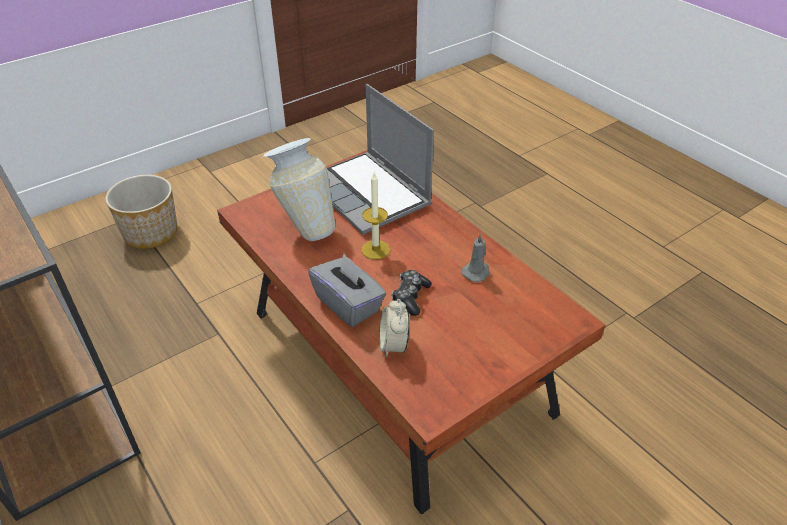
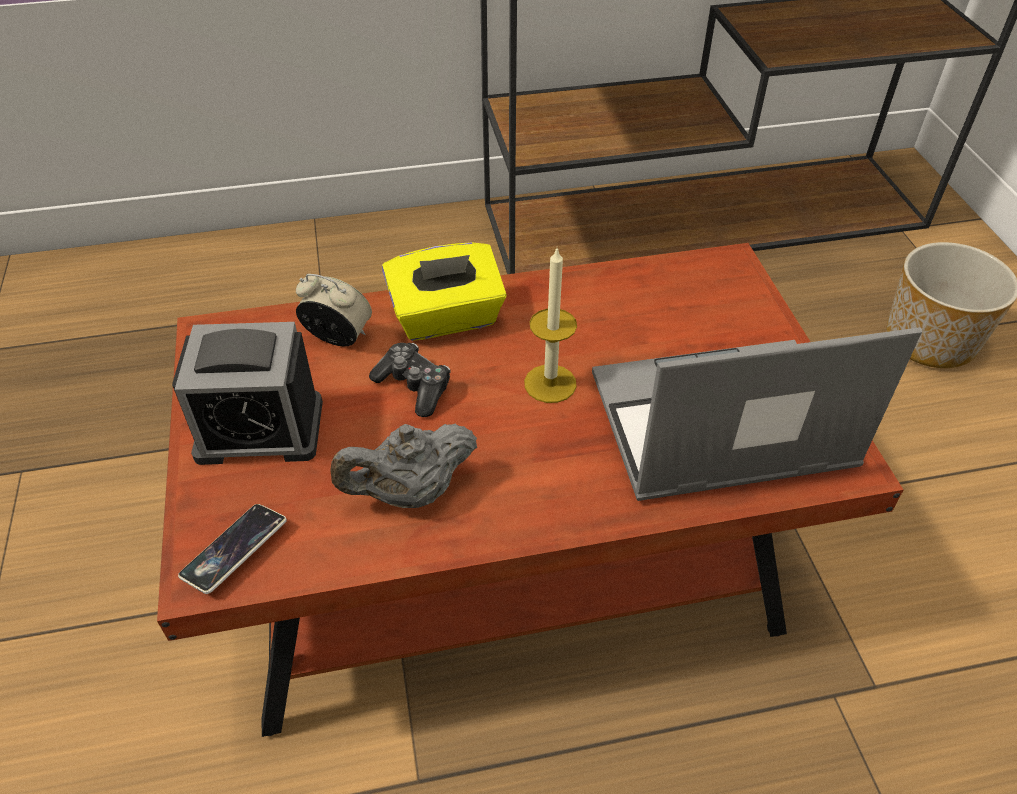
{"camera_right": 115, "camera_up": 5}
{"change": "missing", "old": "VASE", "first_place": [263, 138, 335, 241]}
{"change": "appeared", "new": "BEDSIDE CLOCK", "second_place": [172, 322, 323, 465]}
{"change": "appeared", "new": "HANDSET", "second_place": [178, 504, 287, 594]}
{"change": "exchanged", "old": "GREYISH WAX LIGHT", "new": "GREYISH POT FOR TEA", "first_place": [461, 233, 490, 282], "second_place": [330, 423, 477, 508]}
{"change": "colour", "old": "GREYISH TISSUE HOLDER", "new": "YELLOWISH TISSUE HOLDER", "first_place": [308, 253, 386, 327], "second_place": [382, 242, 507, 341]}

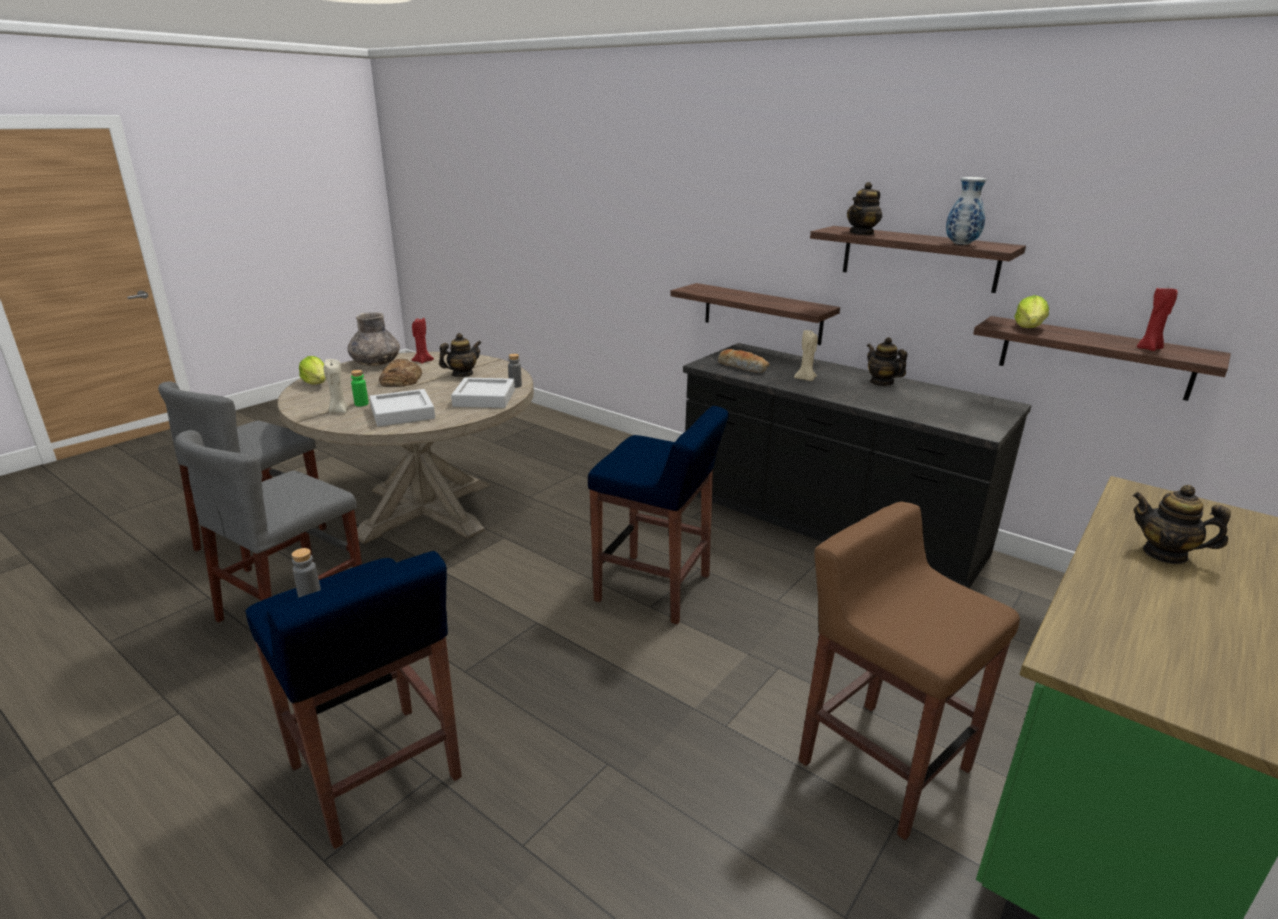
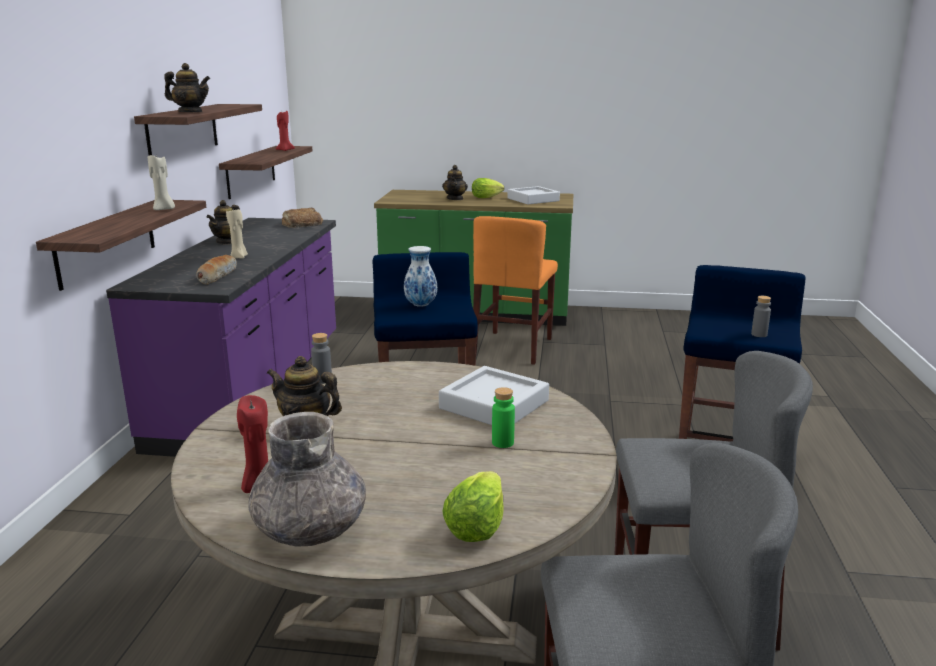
{"camera_right": -120, "camera_up": -5}
{"change": "relocated", "old": "BEIGE-COLOURED WAX LIGHT", "first_place": [323, 359, 349, 414], "second_place": [148, 155, 175, 210]}
{"change": "relocated", "old": "BAKED BREAD", "first_place": [379, 359, 422, 387], "second_place": [282, 208, 323, 228]}
{"change": "relocated", "old": "GREYISH TRAY", "first_place": [451, 377, 515, 408], "second_place": [507, 186, 560, 204]}
{"change": "relocated", "old": "VASE", "first_place": [946, 177, 987, 245], "second_place": [404, 246, 437, 307]}
{"change": "relocated", "old": "LETTUCE HEAD", "first_place": [1014, 295, 1049, 328], "second_place": [472, 178, 504, 198]}
{"change": "exchanged", "old": "BROWN-COLOURED STOOL SEAT", "new": "ORANGEY CHAIR", "first_place": [798, 502, 1020, 840], "second_place": [473, 216, 558, 365]}
{"change": "colour", "old": "BLACK-COLOURED KITCHEN COUNTER", "new": "PURPLE-COLOURED KITCHEN COUNTER", "first_place": [683, 343, 1031, 588], "second_place": [106, 218, 336, 457]}

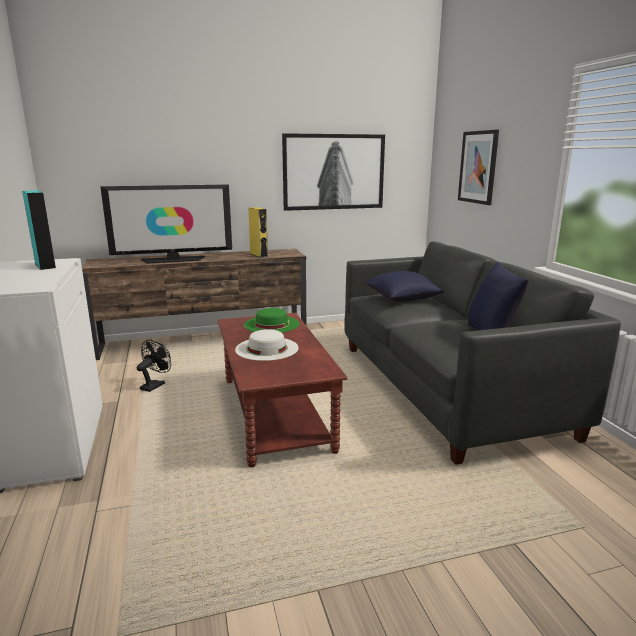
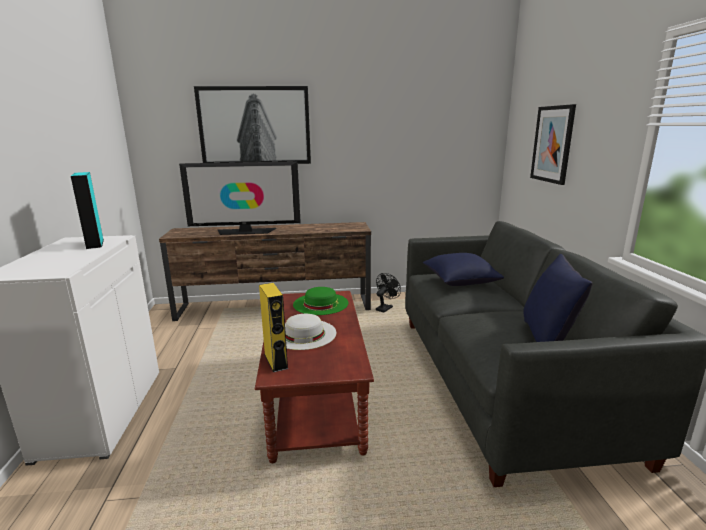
{"camera_right": 10, "camera_up": 0}
{"change": "relocated", "old": "BLACK-COLOURED FAN", "first_place": [137, 340, 171, 392], "second_place": [376, 273, 401, 313]}
{"change": "relocated", "old": "YELLOWISH LOUDSPEAKER", "first_place": [248, 207, 268, 258], "second_place": [259, 283, 288, 372]}
{"change": "relocated", "old": "WALL PICTURE", "first_place": [282, 133, 385, 211], "second_place": [194, 86, 311, 164]}

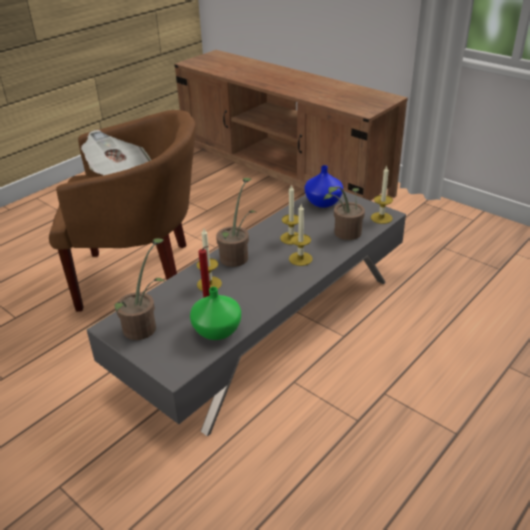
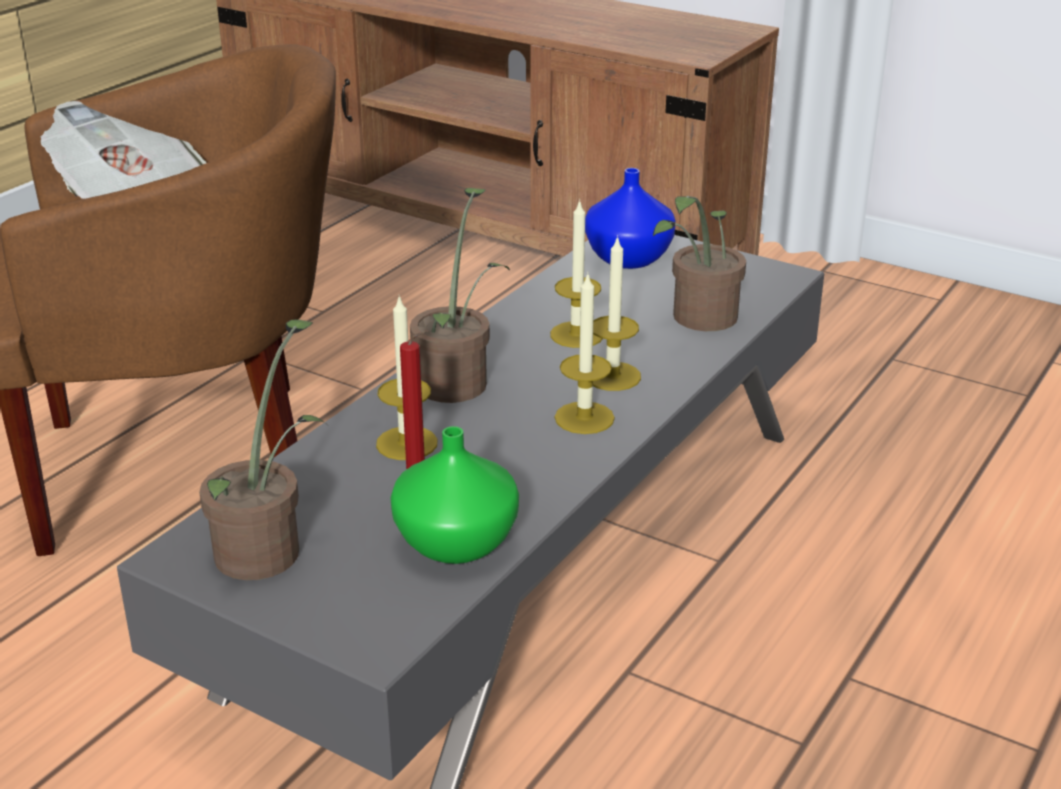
{"camera_right": -10, "camera_up": -5}
{"change": "relocated", "old": "WAX LIGHT", "first_place": [371, 166, 393, 224], "second_place": [555, 272, 615, 434]}

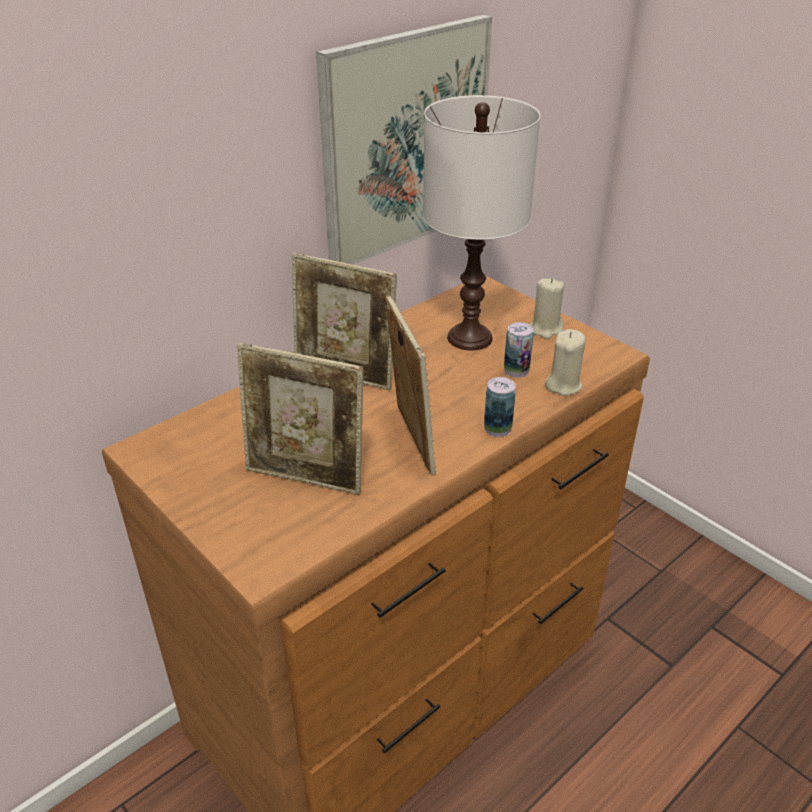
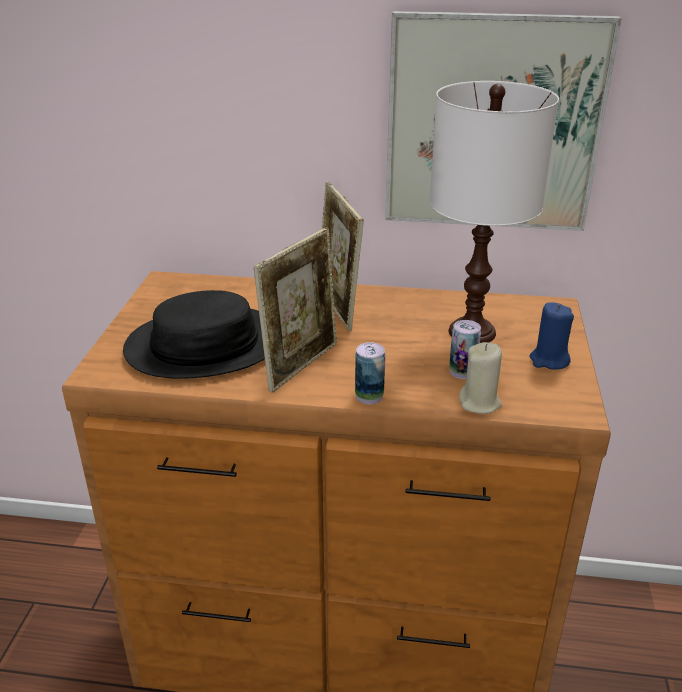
{"camera_right": 50, "camera_up": -5}
{"change": "exchanged", "old": "PHOTO FRAME", "new": "BLACK-COLOURED WEARABLE HAT", "first_place": [237, 343, 364, 495], "second_place": [123, 290, 265, 379]}
{"change": "colour", "old": "BEIGE-COLOURED WAX LIGHT", "new": "BLUE-COLOURED WAX LIGHT", "first_place": [530, 278, 564, 339], "second_place": [529, 302, 574, 370]}

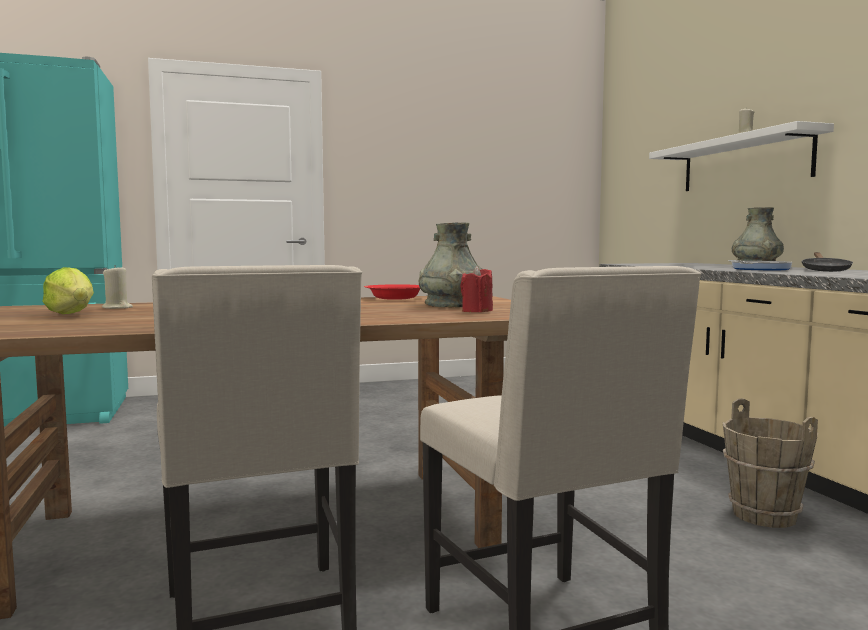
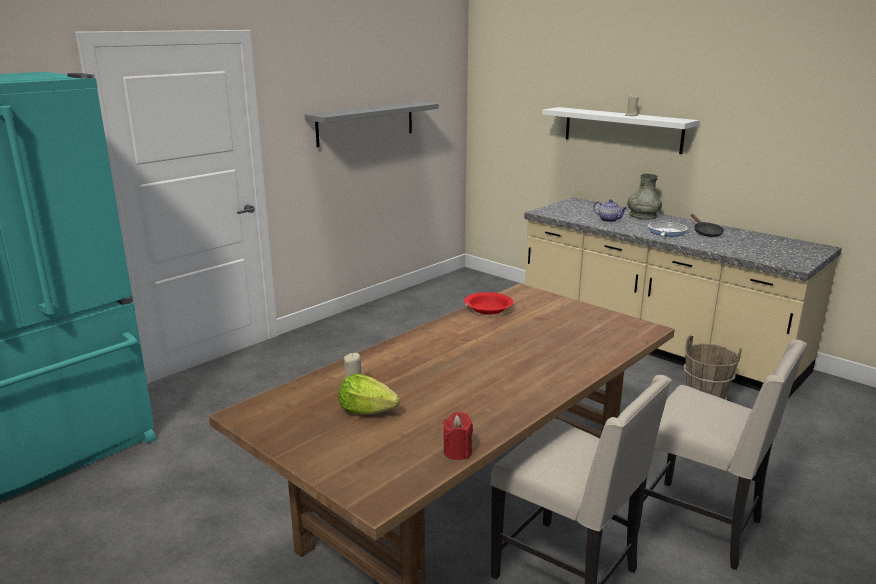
{"camera_right": -30, "camera_up": 15}
{"change": "missing", "old": "GREYISH VASE", "first_place": [419, 222, 482, 308]}
{"change": "appeared", "new": "GREYISH WALL SHELF", "second_place": [305, 102, 438, 148]}
{"change": "appeared", "new": "POT FOR TEA", "second_place": [593, 199, 627, 222]}
{"change": "relocated", "old": "REDDISH WAX LIGHT", "first_place": [460, 266, 493, 312], "second_place": [443, 412, 473, 460]}

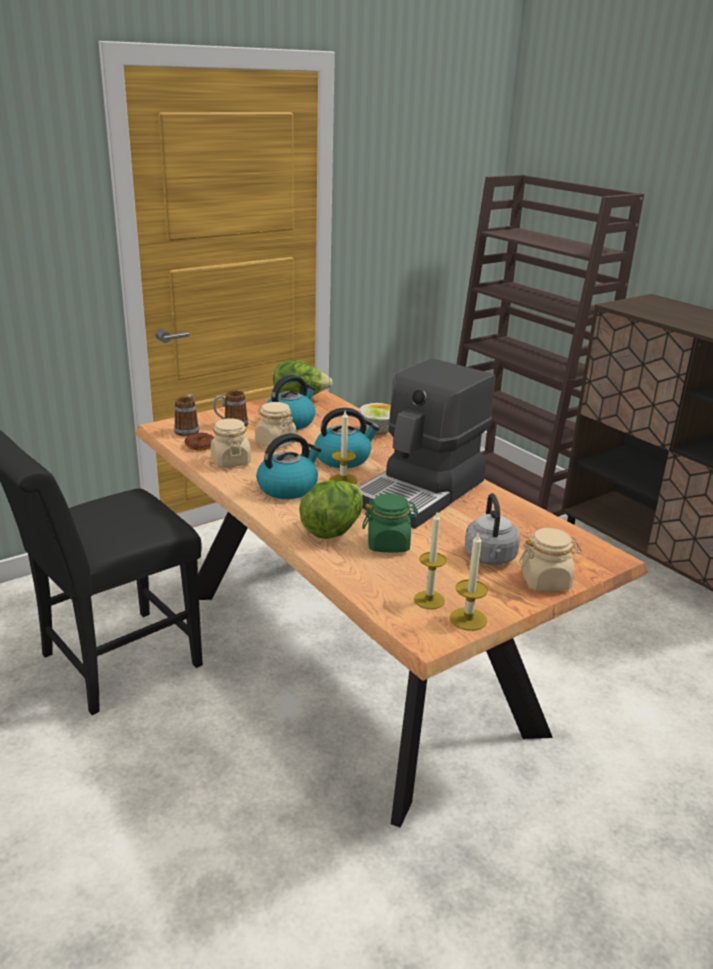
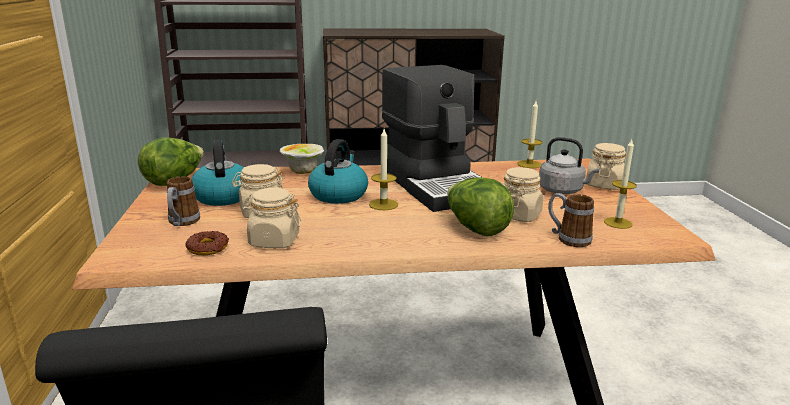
{"camera_right": -60, "camera_up": -5}
{"change": "missing", "old": "WATER KETTLE", "first_place": [256, 433, 321, 499]}
{"change": "relocated", "old": "COFFEE MUG", "first_place": [174, 394, 199, 437], "second_place": [548, 193, 594, 247]}
{"change": "relocated", "old": "WAX LIGHT", "first_place": [450, 533, 488, 631], "second_place": [517, 101, 543, 168]}
{"change": "colour", "old": "GREEN JAR", "new": "BEIGE-COLOURED JAR", "first_place": [363, 494, 419, 553], "second_place": [504, 167, 543, 222]}

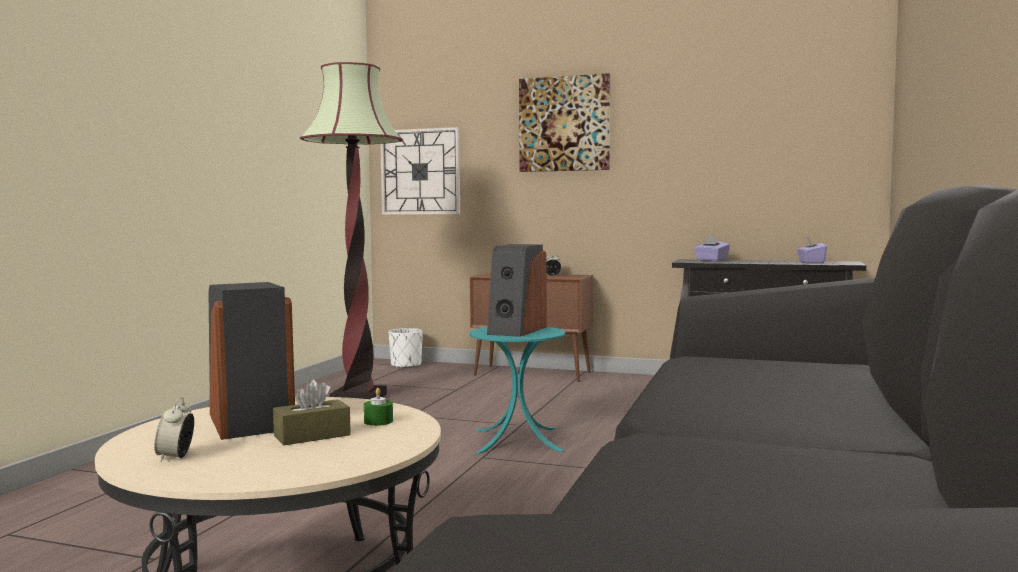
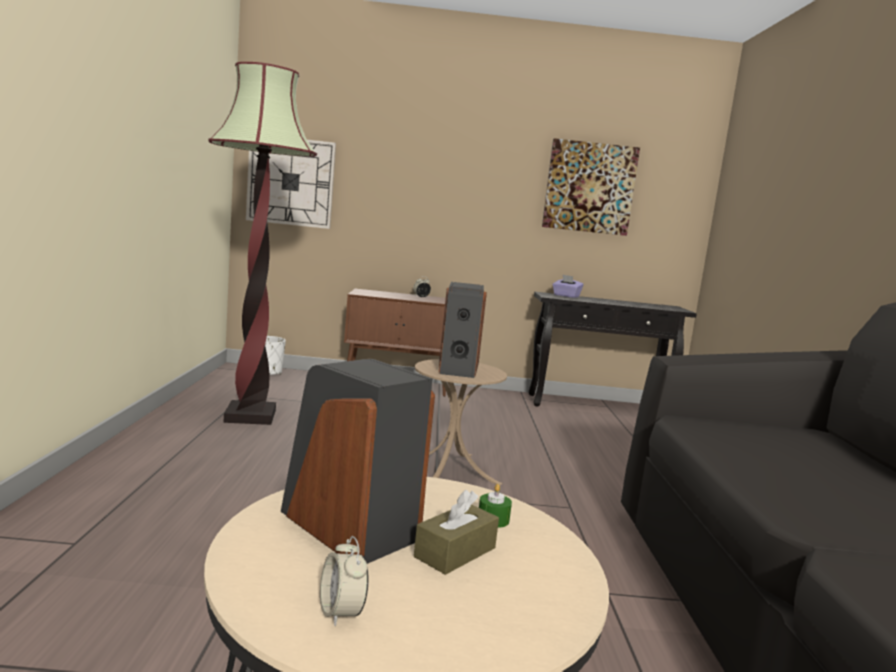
{"camera_right": -20, "camera_up": 5}
{"change": "missing", "old": "PURPLE-COLOURED TISSUE HOLDER", "first_place": [797, 238, 827, 264]}
{"change": "relocated", "old": "WALL PICTURE", "first_place": [519, 73, 610, 172], "second_place": [542, 138, 640, 236]}
{"change": "colour", "old": "TURQUOISE END TABLE", "new": "BEIGE-COLOURED END TABLE", "first_place": [470, 327, 565, 454], "second_place": [415, 359, 507, 485]}

